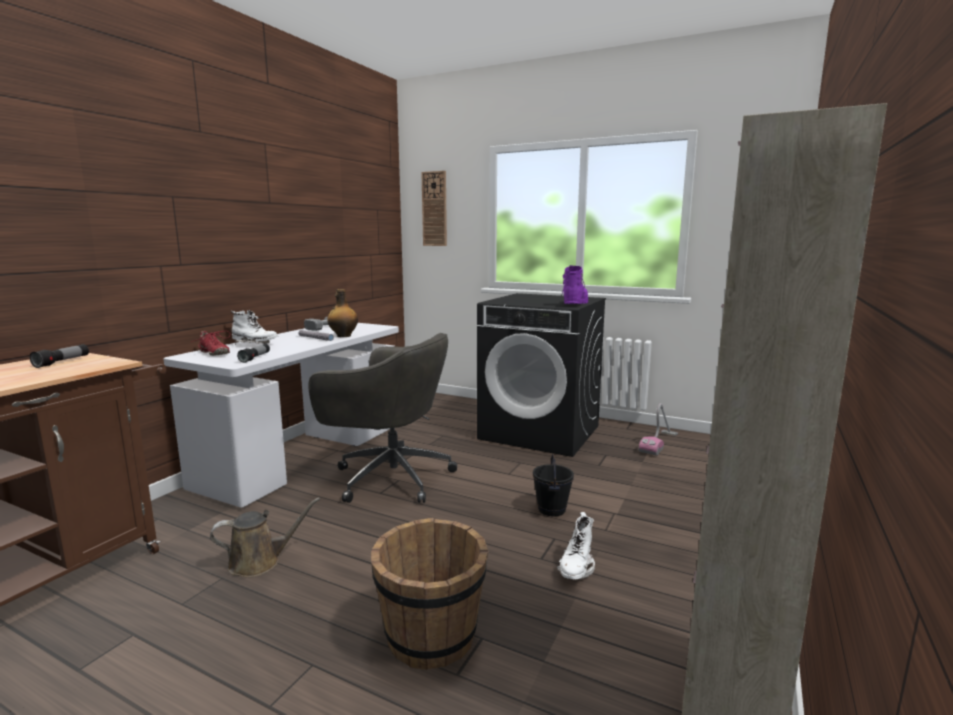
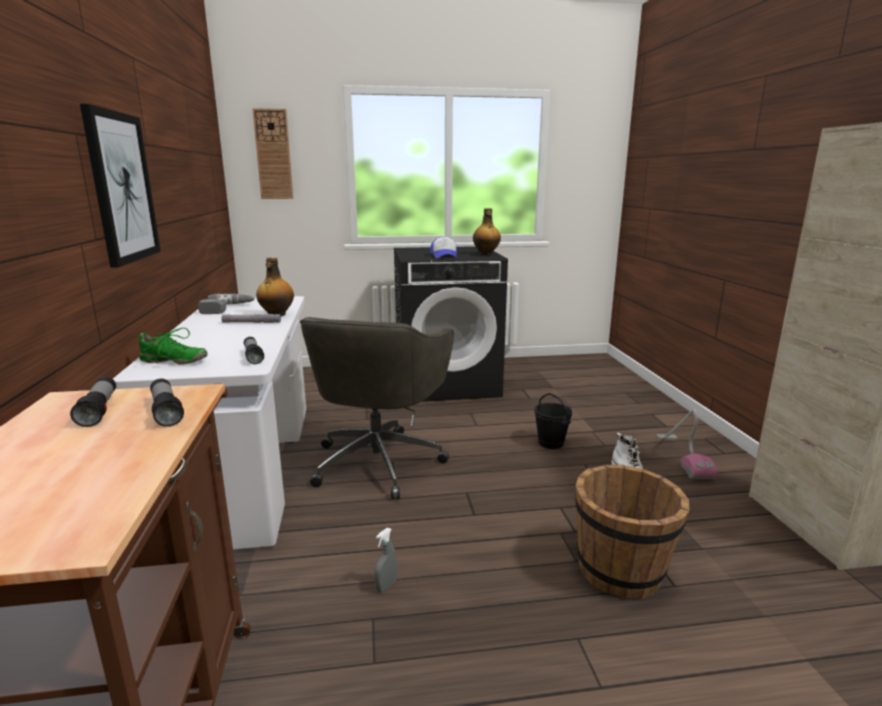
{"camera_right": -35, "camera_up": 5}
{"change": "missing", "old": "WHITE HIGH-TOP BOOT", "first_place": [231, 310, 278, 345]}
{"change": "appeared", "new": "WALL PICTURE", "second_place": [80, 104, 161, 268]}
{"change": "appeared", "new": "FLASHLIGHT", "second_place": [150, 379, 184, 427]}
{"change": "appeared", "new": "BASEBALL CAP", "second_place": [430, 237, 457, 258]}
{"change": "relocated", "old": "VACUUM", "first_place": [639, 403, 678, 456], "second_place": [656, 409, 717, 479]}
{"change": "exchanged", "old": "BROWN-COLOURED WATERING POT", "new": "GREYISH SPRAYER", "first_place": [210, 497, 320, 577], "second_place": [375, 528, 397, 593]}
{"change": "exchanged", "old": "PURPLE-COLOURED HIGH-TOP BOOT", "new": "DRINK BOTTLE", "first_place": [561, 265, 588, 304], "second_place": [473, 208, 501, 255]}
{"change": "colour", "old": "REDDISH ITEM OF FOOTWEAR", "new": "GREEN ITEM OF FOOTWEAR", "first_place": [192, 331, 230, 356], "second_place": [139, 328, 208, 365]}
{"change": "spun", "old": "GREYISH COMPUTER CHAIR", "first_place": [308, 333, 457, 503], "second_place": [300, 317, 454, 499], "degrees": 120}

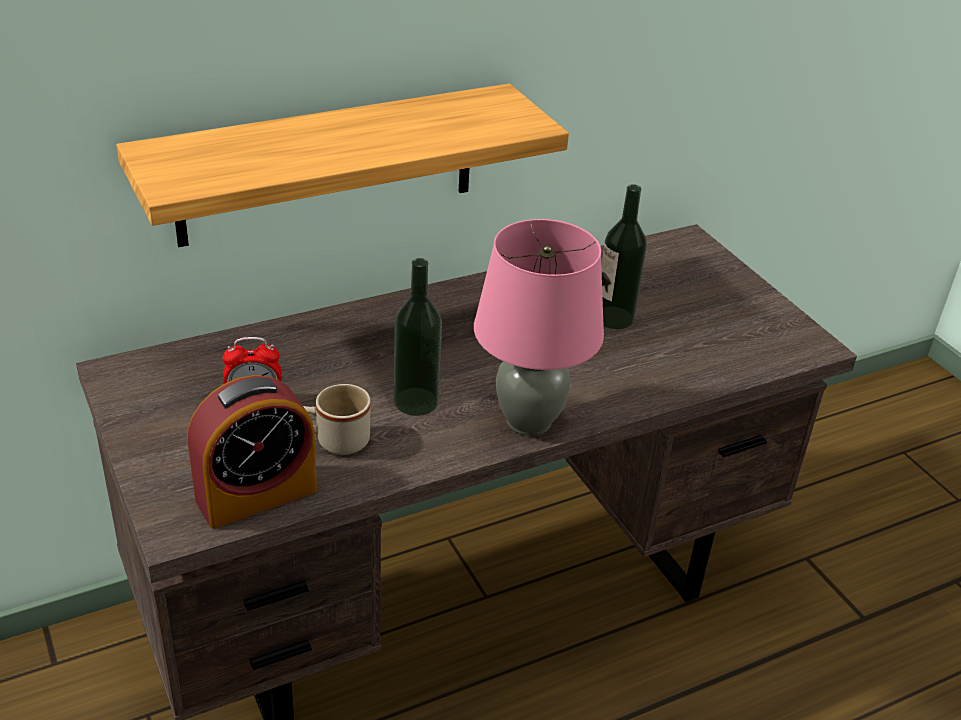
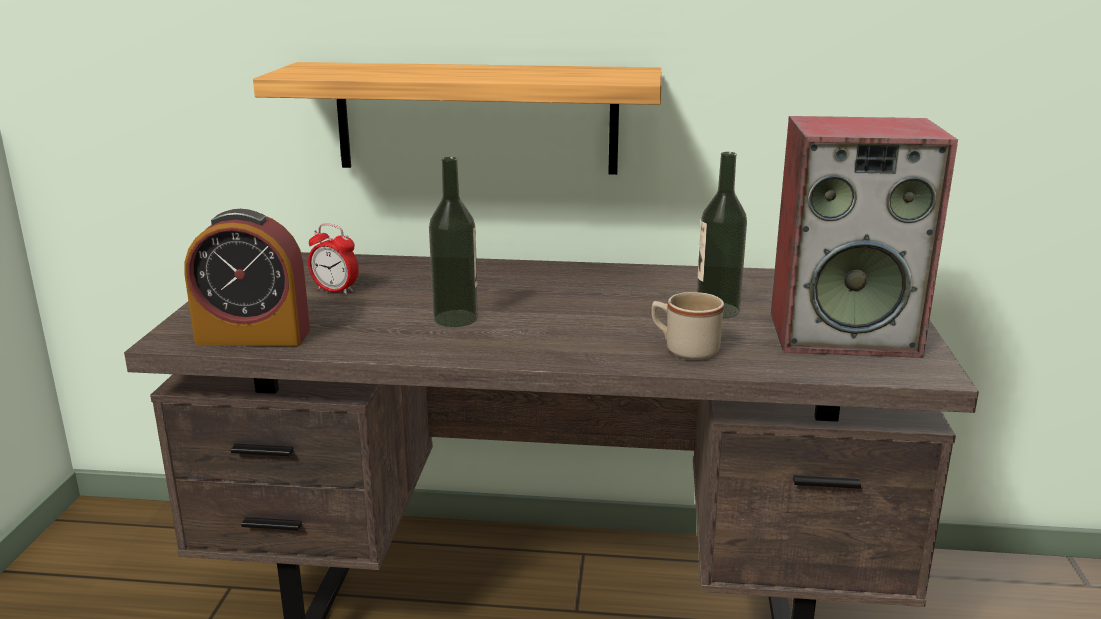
{"camera_right": 35, "camera_up": -15}
{"change": "missing", "old": "PINK TABLETOP LAMP", "first_place": [474, 219, 604, 436]}
{"change": "appeared", "new": "LOUDSPEAKER", "second_place": [771, 116, 958, 358]}
{"change": "relocated", "old": "BEIGE-COLOURED COFFEE MUG", "first_place": [303, 384, 371, 455], "second_place": [651, 292, 724, 360]}

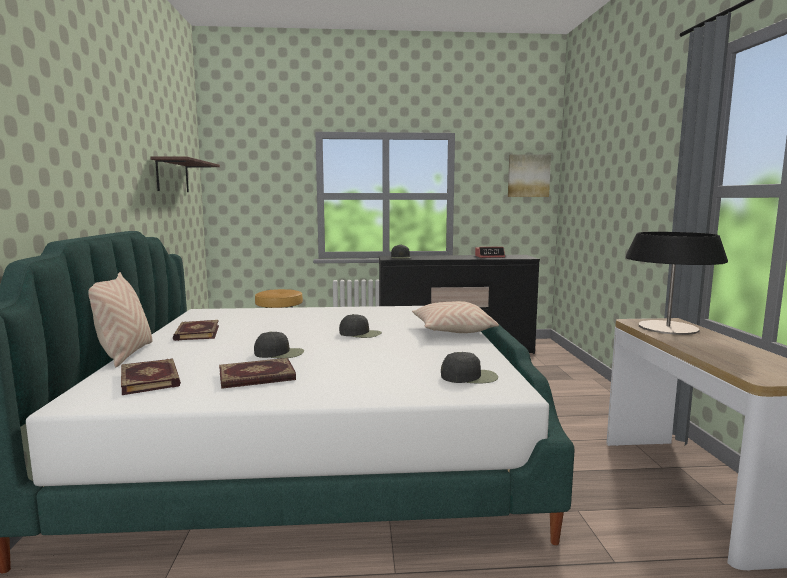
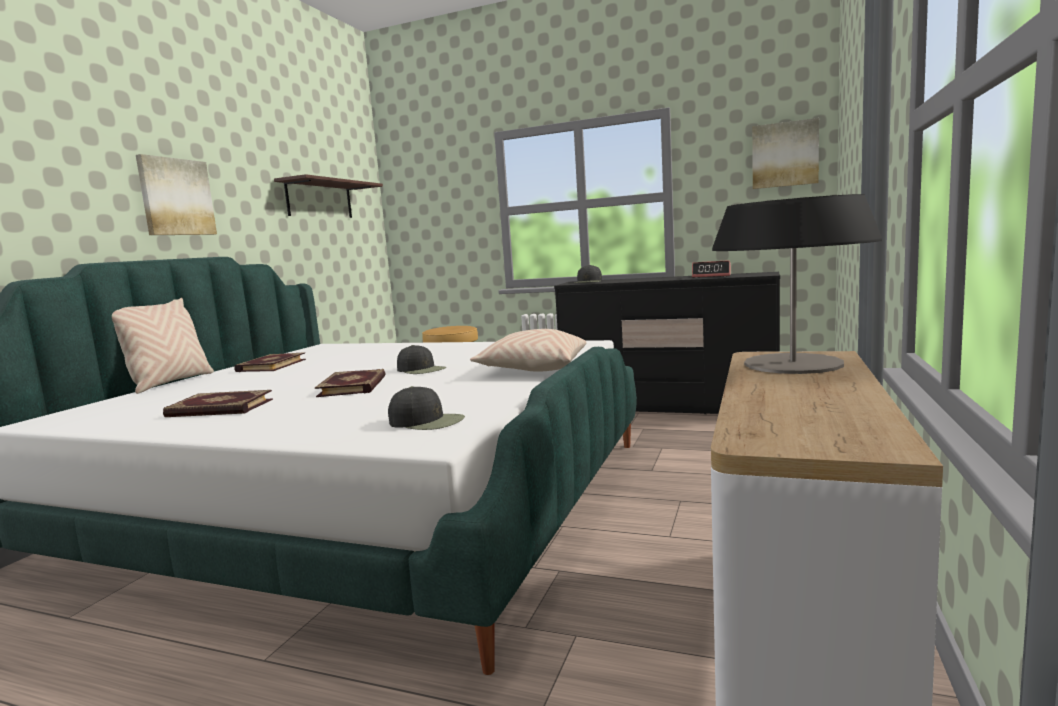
{"camera_right": 25, "camera_up": 0}
{"change": "missing", "old": "BLACK-COLOURED BASEBALL CAP", "first_place": [254, 331, 304, 359]}
{"change": "appeared", "new": "WALL PICTURE", "second_place": [136, 154, 217, 235]}
{"change": "relocated", "old": "BOUND BOOK", "first_place": [121, 358, 181, 395], "second_place": [315, 369, 386, 397]}

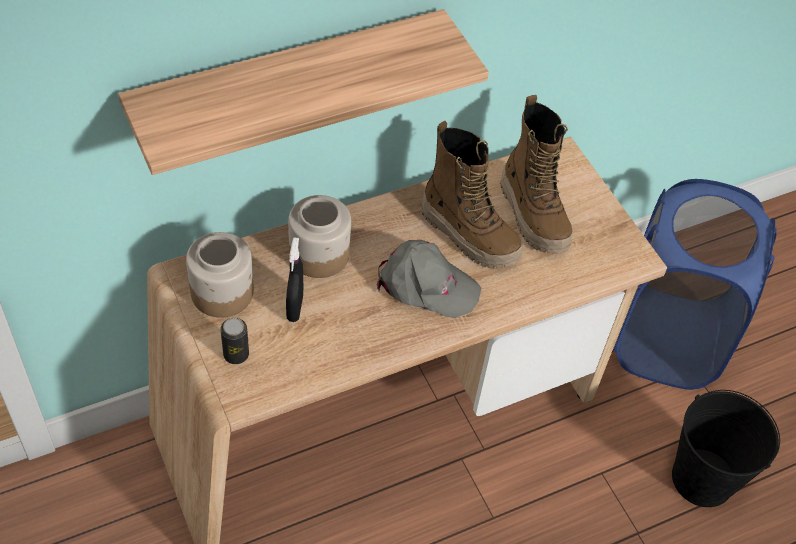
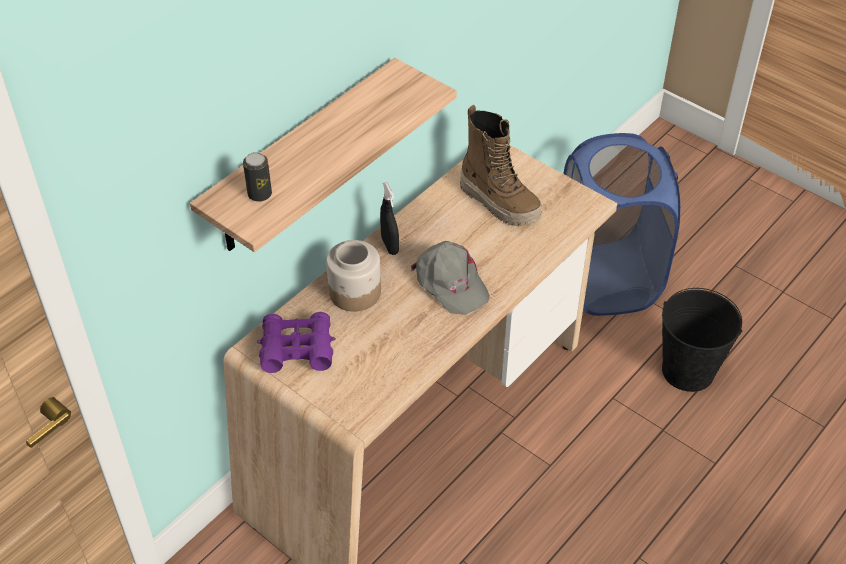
{"camera_right": -20, "camera_up": -5}
{"change": "missing", "old": "HIGH-TOP BOOT", "first_place": [421, 121, 522, 269]}
{"change": "relocated", "old": "SEALED CAN", "first_place": [221, 318, 249, 364], "second_place": [243, 152, 272, 202]}
{"change": "relocated", "old": "BLACK-COLOURED SPRAYER", "first_place": [286, 237, 303, 322], "second_place": [380, 182, 399, 255]}
{"change": "exchanged", "old": "JAR", "new": "PURPLE-COLOURED FIELD GLASSES", "first_place": [186, 232, 254, 318], "second_place": [257, 312, 336, 373]}
{"change": "spun", "old": "GREYISH BASEBALL CAP", "first_place": [376, 240, 482, 318], "second_place": [411, 241, 490, 315], "degrees": 60}

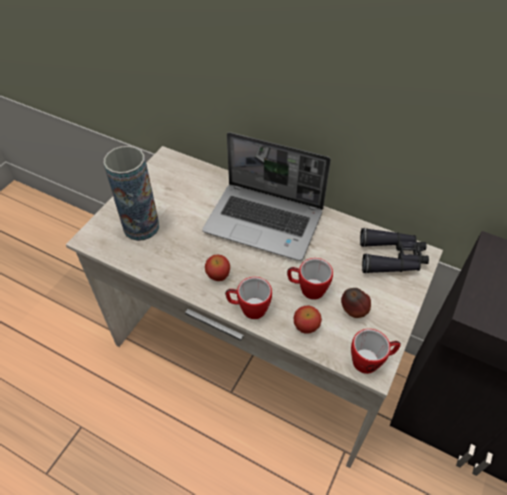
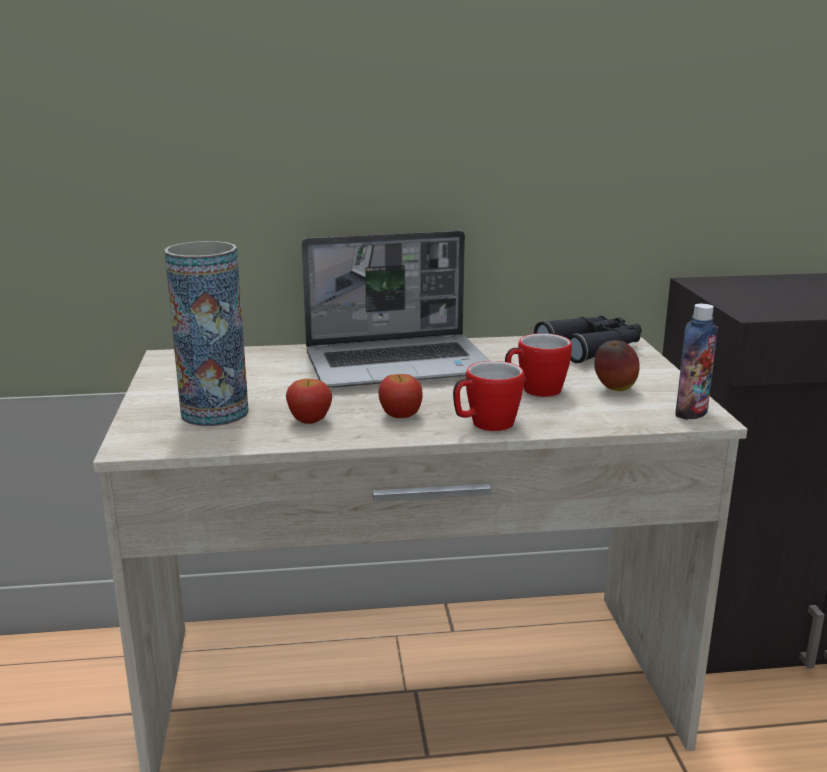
{"camera_right": -35, "camera_up": -30}
{"change": "relocated", "old": "APPLE FRUIT", "first_place": [294, 306, 322, 334], "second_place": [286, 379, 332, 424]}
{"change": "exchanged", "old": "COFFEE MUG", "new": "DRINK BOTTLE", "first_place": [351, 329, 401, 374], "second_place": [675, 304, 718, 420]}

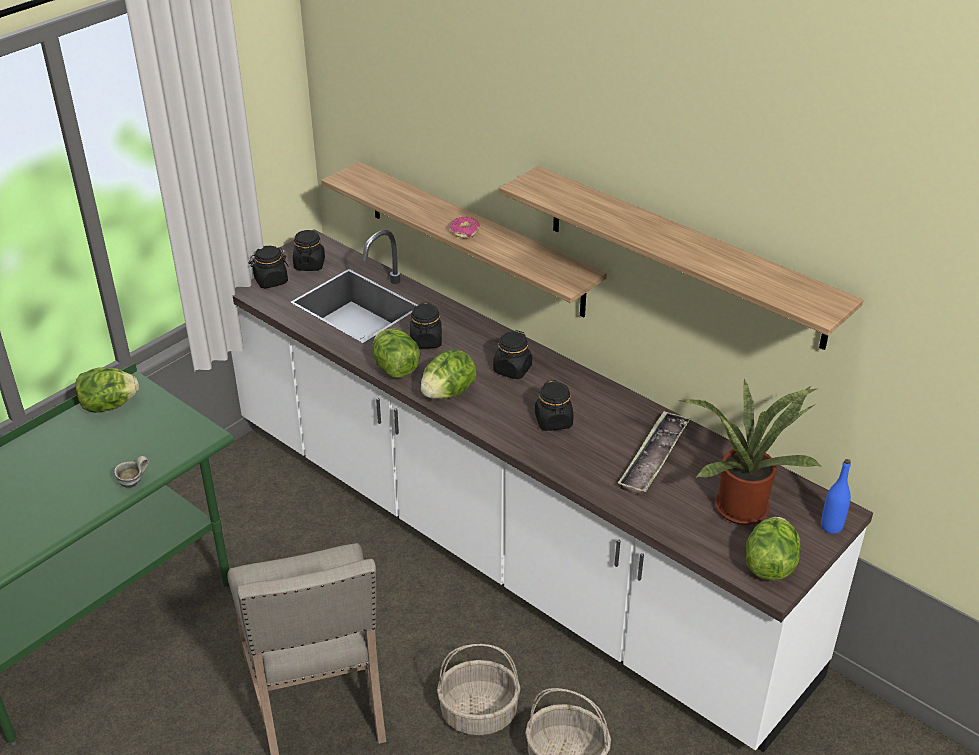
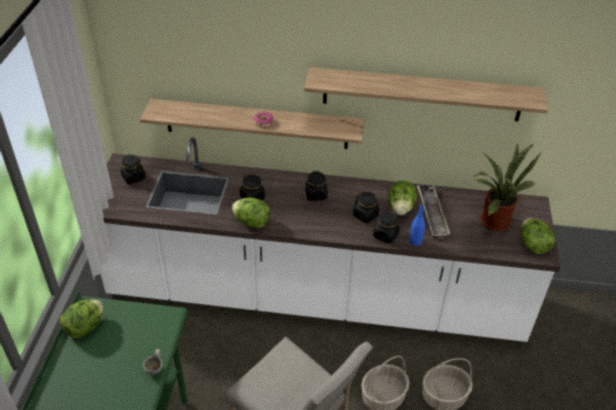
{"camera_right": -35, "camera_up": 5}
{"change": "relocated", "old": "BLACK-COLOURED JAR", "first_place": [249, 246, 289, 288], "second_place": [373, 210, 400, 243]}
{"change": "relocated", "old": "LETTUCE HEAD", "first_place": [421, 349, 476, 399], "second_place": [388, 181, 417, 215]}
{"change": "relocated", "old": "BLUE-COLOURED DRINK BOTTLE", "first_place": [821, 459, 851, 534], "second_place": [409, 203, 425, 246]}

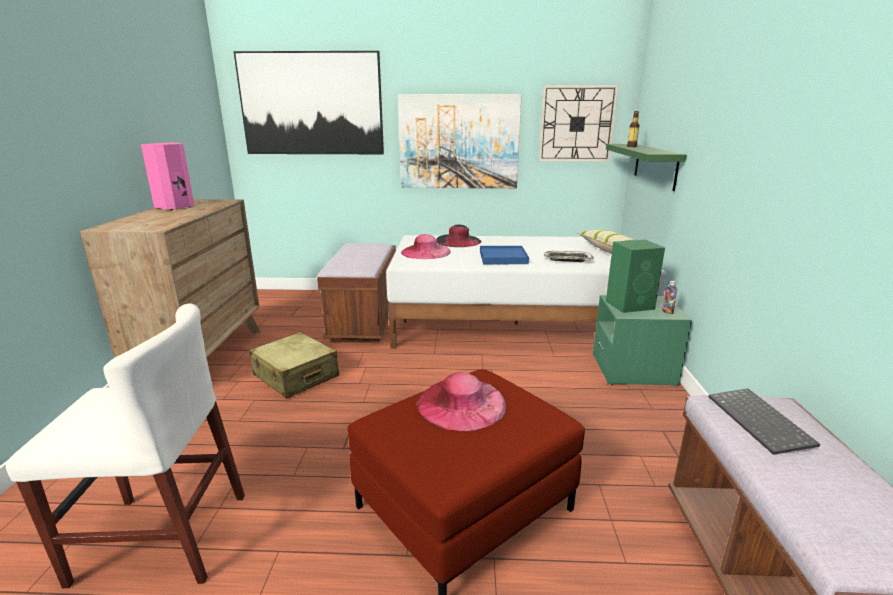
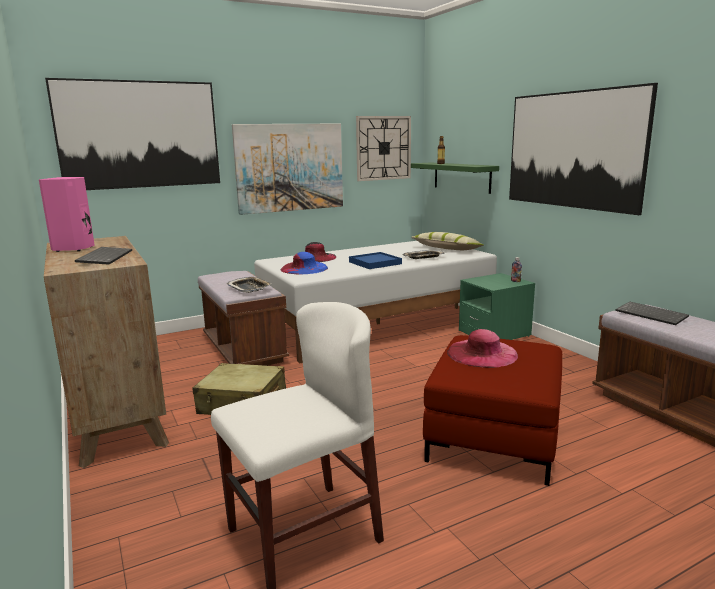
{"camera_right": -30, "camera_up": -5}
{"change": "missing", "old": "GREEN LOUDSPEAKER", "first_place": [606, 240, 665, 313]}
{"change": "appeared", "new": "COMPUTER KEYBOARD", "second_place": [75, 247, 132, 265]}
{"change": "appeared", "new": "TRAY", "second_place": [227, 277, 272, 293]}
{"change": "appeared", "new": "WALL PICTURE", "second_place": [509, 83, 658, 215]}
{"change": "colour", "old": "PINK WEARABLE HAT", "new": "BLUE-COLOURED WEARABLE HAT", "first_place": [401, 234, 451, 259], "second_place": [280, 252, 328, 274]}

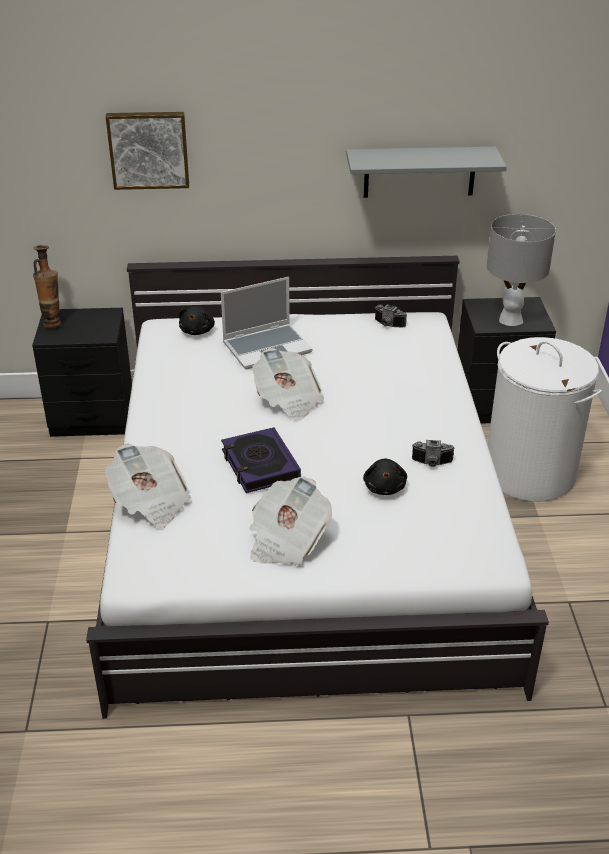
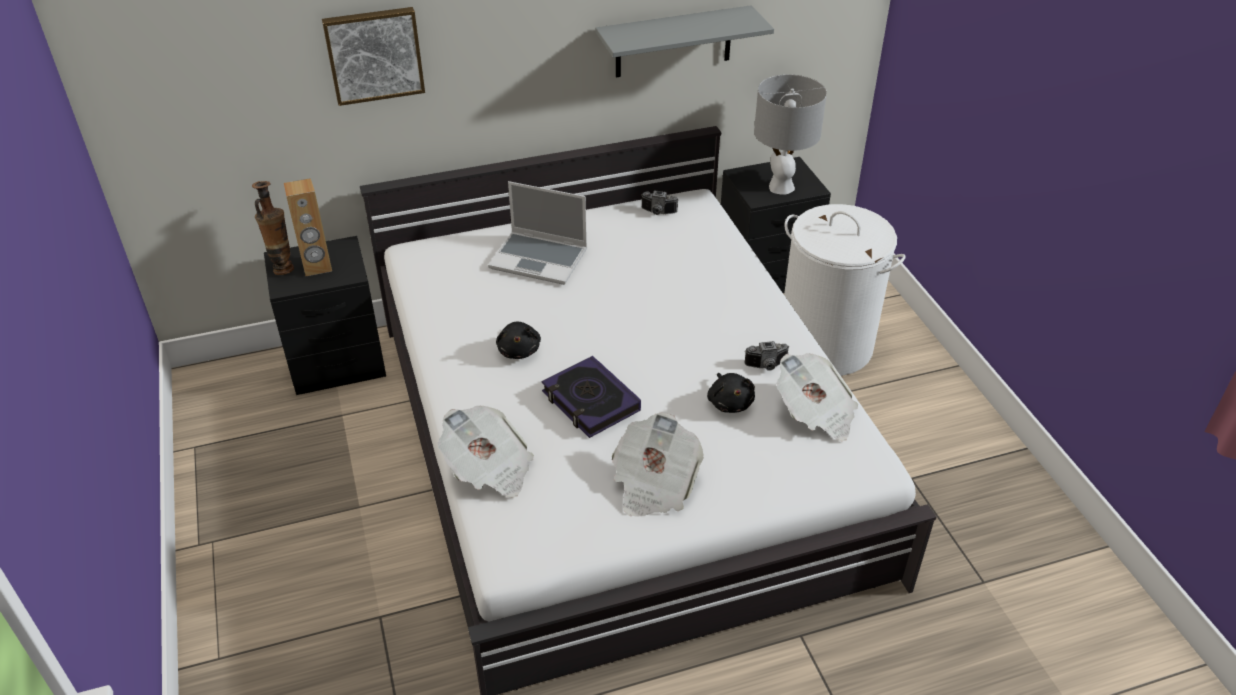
{"camera_right": -15, "camera_up": 5}
{"change": "appeared", "new": "BROWN-COLOURED LOUDSPEAKER", "second_place": [284, 178, 332, 276]}
{"change": "relocated", "old": "BLACK-COLOURED SOFT TOY", "first_place": [179, 306, 215, 335], "second_place": [496, 322, 541, 359]}
{"change": "relocated", "old": "NEWSPAPER", "first_place": [252, 348, 324, 421], "second_place": [776, 353, 858, 441]}
{"change": "spun", "old": "PORTABLE COMPUTER", "first_place": [221, 277, 313, 369], "second_place": [488, 181, 587, 285], "degrees": 60}

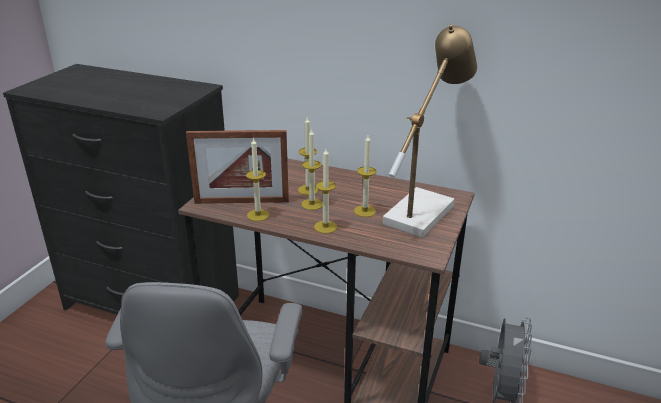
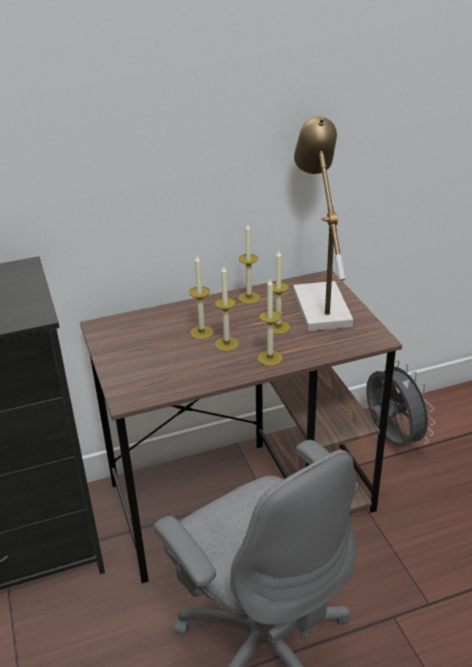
{"camera_right": -40, "camera_up": 5}
{"change": "missing", "old": "PHOTO FRAME", "first_place": [186, 130, 289, 204]}
{"change": "relocated", "old": "WAX LIGHT", "first_place": [246, 137, 270, 221], "second_place": [238, 224, 260, 304]}

